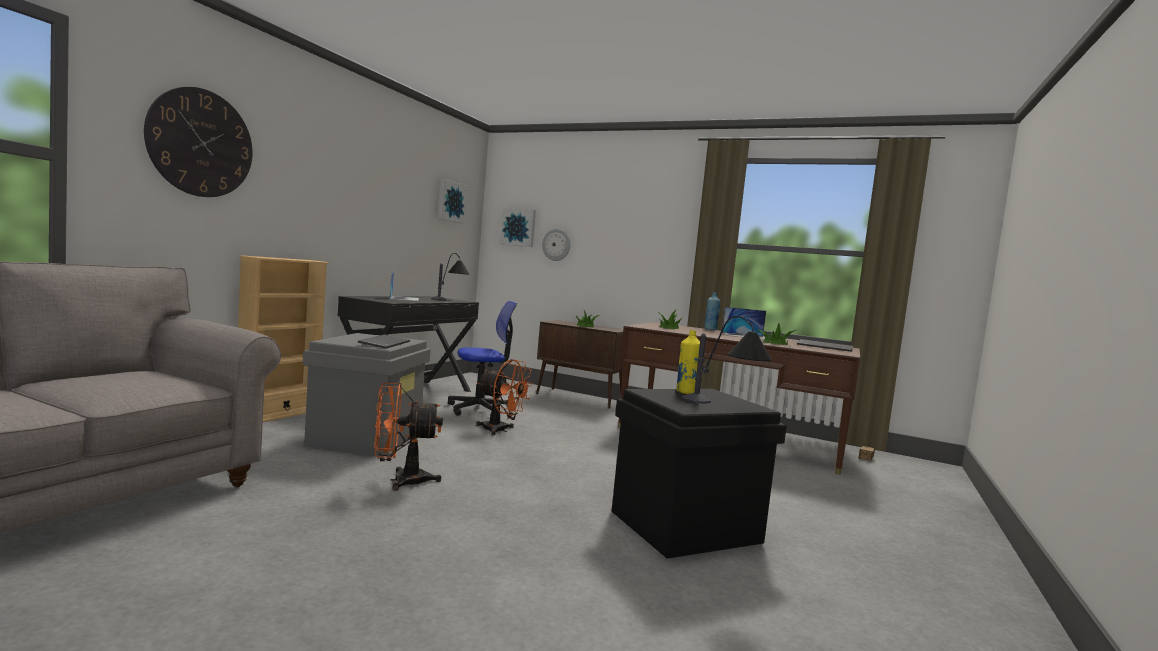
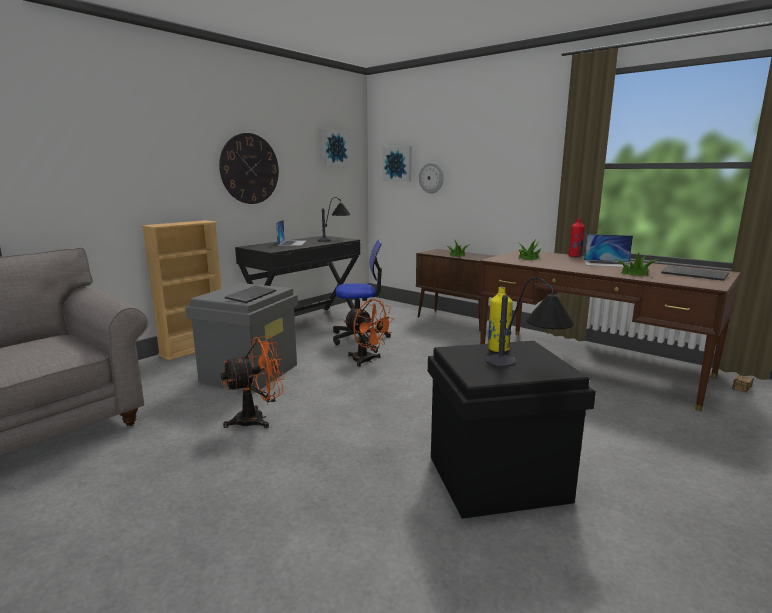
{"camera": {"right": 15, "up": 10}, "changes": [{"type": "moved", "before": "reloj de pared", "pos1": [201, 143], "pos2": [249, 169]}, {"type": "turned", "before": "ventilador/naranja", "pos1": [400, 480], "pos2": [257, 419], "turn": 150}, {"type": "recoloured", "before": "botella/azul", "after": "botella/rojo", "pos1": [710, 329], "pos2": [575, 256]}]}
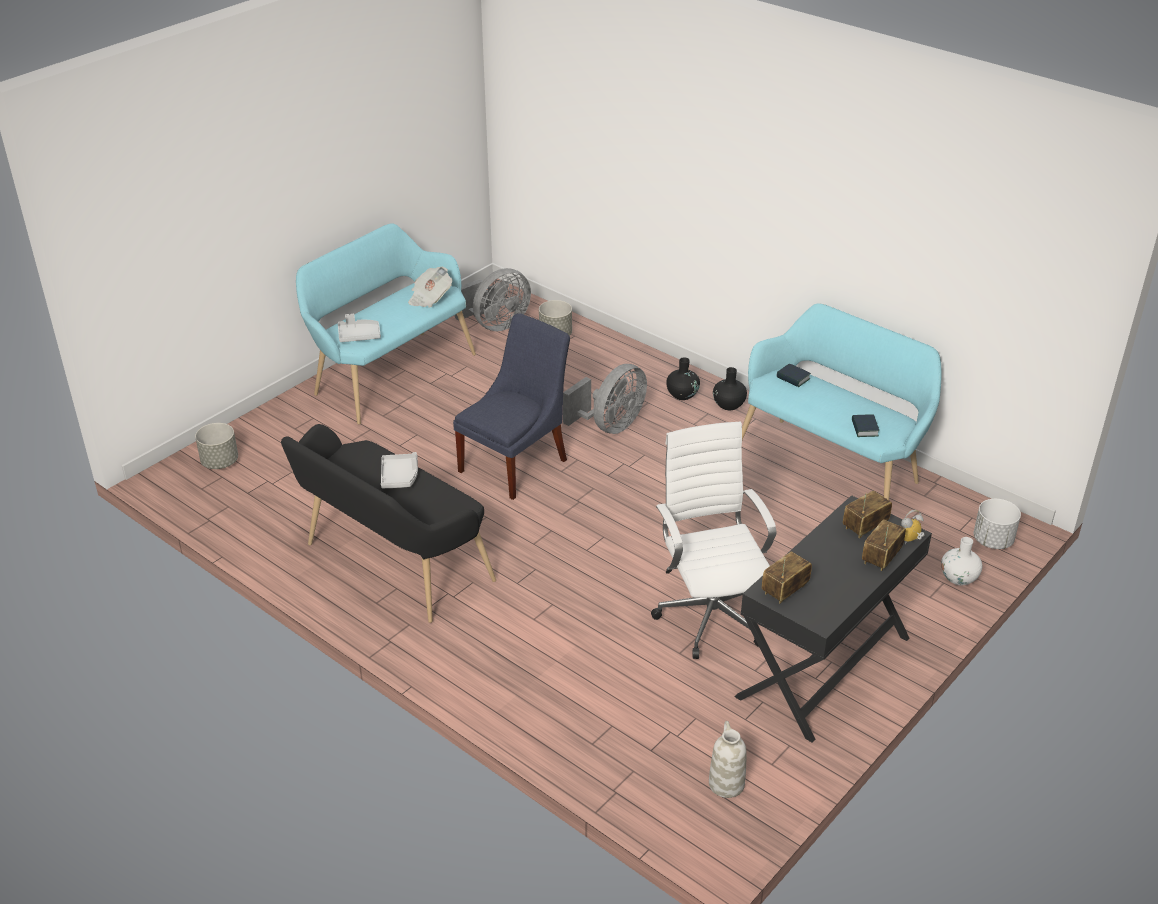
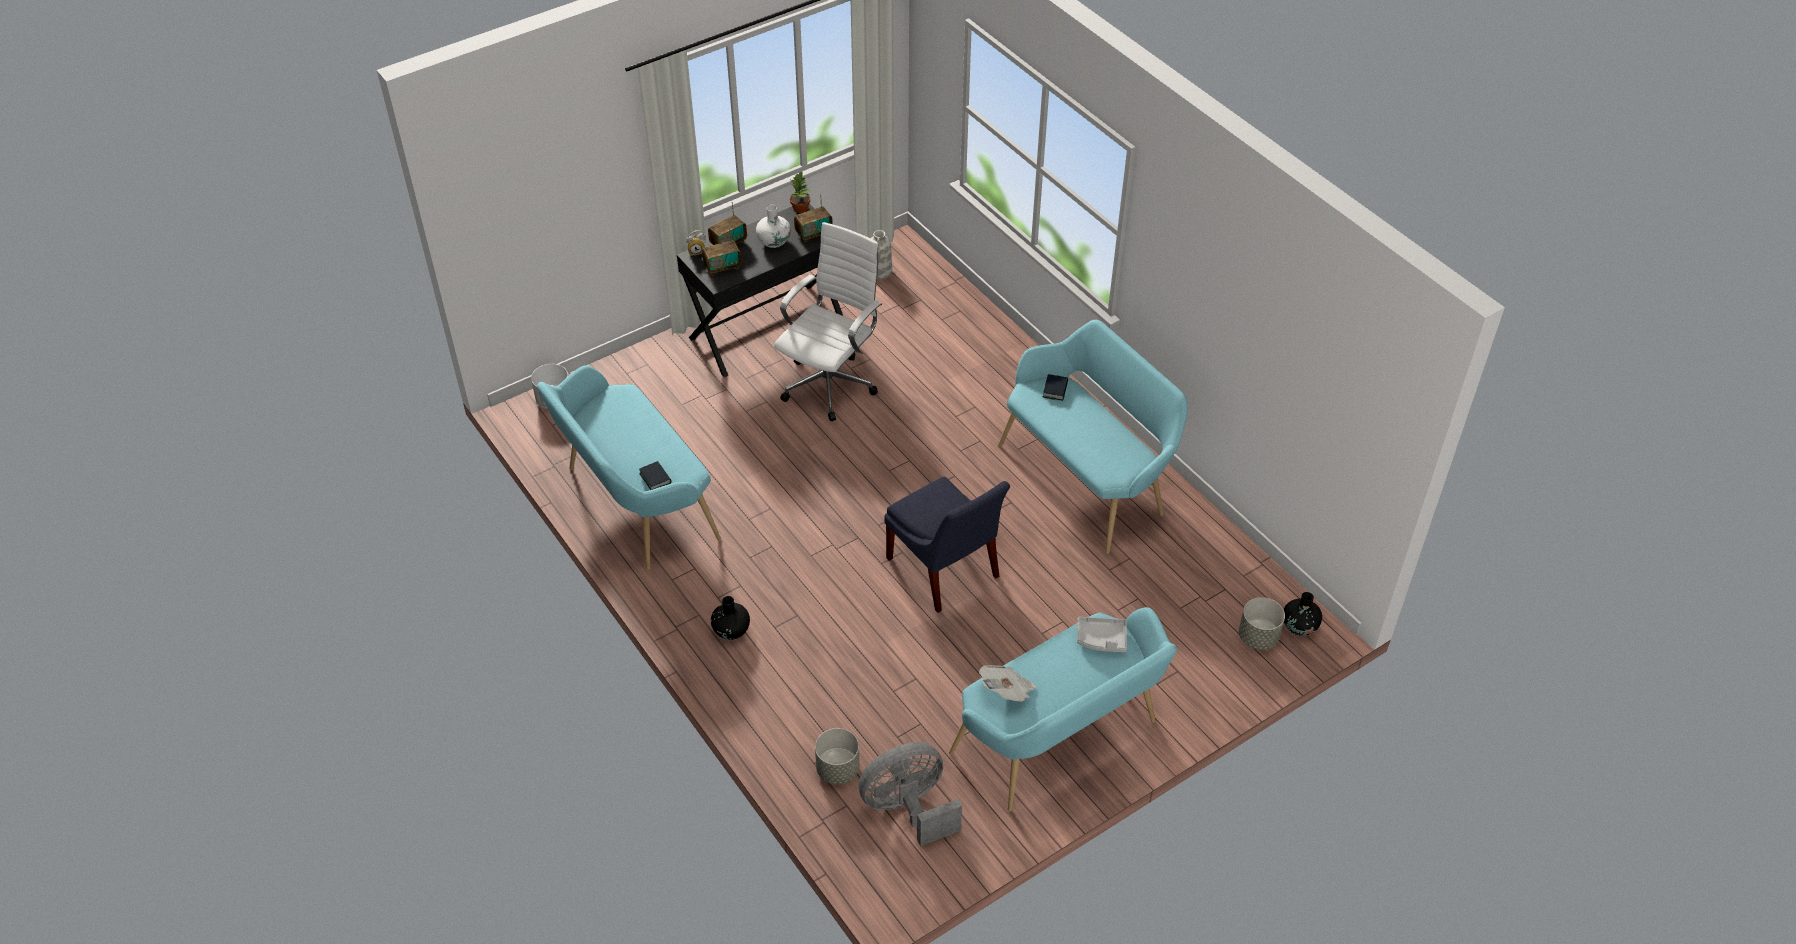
{"camera": {"right": -165, "up": 10}, "changes": [{"type": "recoloured", "before": "banco/negro", "after": "banco/turquesa", "pos1": [391, 565], "pos2": [1088, 479]}, {"type": "removed", "before": "bandeja/gris", "pos1": [400, 476]}, {"type": "turned", "before": "silla/azul", "pos1": [516, 463], "pos2": [945, 571], "turn": -90}, {"type": "removed", "before": "ventilador/gris", "pos1": [610, 426]}, {"type": "turned", "before": "silla de oficina/blanco", "pos1": [710, 615], "pos2": [831, 383], "turn": -150}, {"type": "moved", "before": "florero/negro", "pos1": [728, 405], "pos2": [1299, 626]}, {"type": "moved", "before": "libro", "pos1": [864, 428], "pos2": [1055, 390]}, {"type": "moved", "before": "florero/blanco", "pos1": [958, 578], "pos2": [774, 242]}, {"type": "added", "after": "planta en maceta", "pos2": [801, 208]}]}
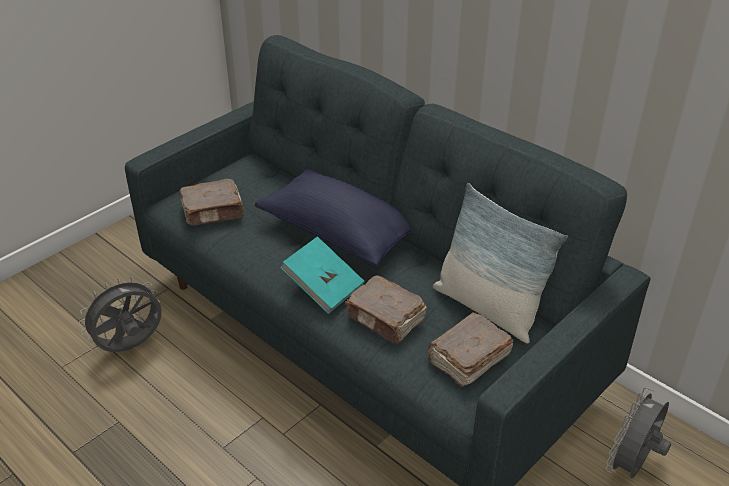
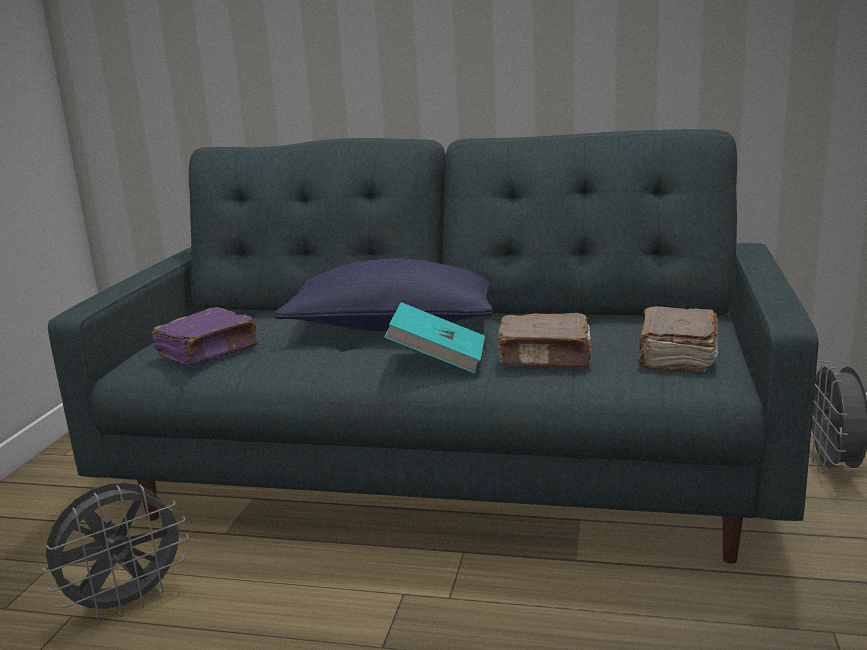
{"camera": {"right": -30, "up": -20}, "changes": [{"type": "turned", "before": "ventilador/gris", "pos1": [130, 347], "pos2": [126, 602], "turn": -150}, {"type": "recoloured", "before": "libro/marrón", "after": "libro/morado", "pos1": [214, 212], "pos2": [209, 352]}, {"type": "removed", "before": "cojín", "pos1": [487, 308]}]}
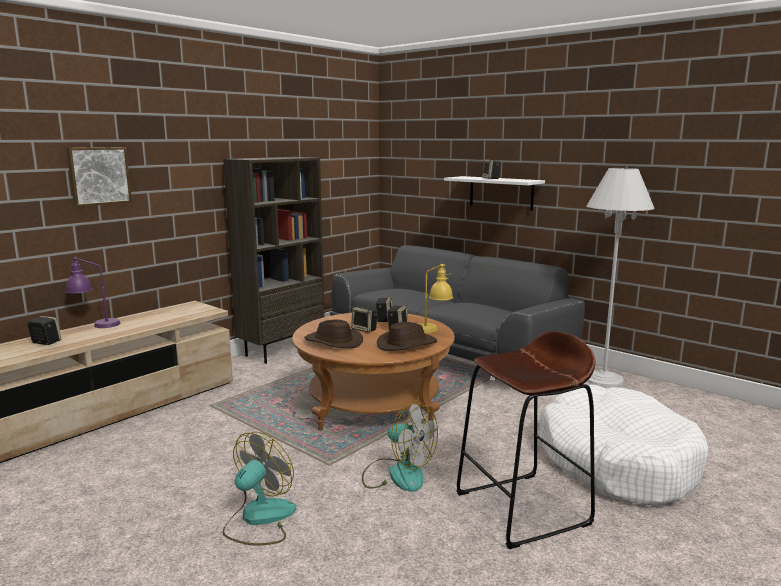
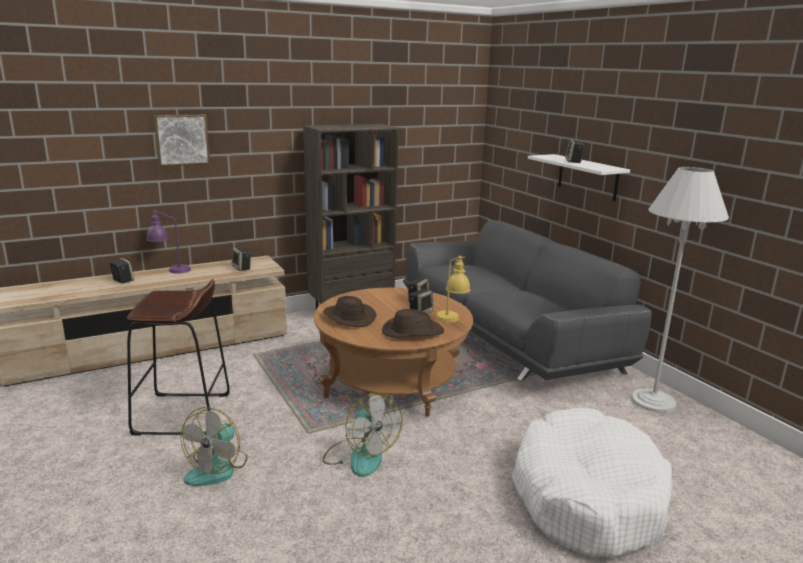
{"camera": {"right": 20, "up": 5}, "changes": [{"type": "turned", "before": "ventilador", "pos1": [259, 519], "pos2": [217, 468], "turn": 150}, {"type": "moved", "before": "altavoz", "pos1": [365, 329], "pos2": [242, 268]}, {"type": "moved", "before": "taburete/marrón", "pos1": [523, 509], "pos2": [183, 414]}]}
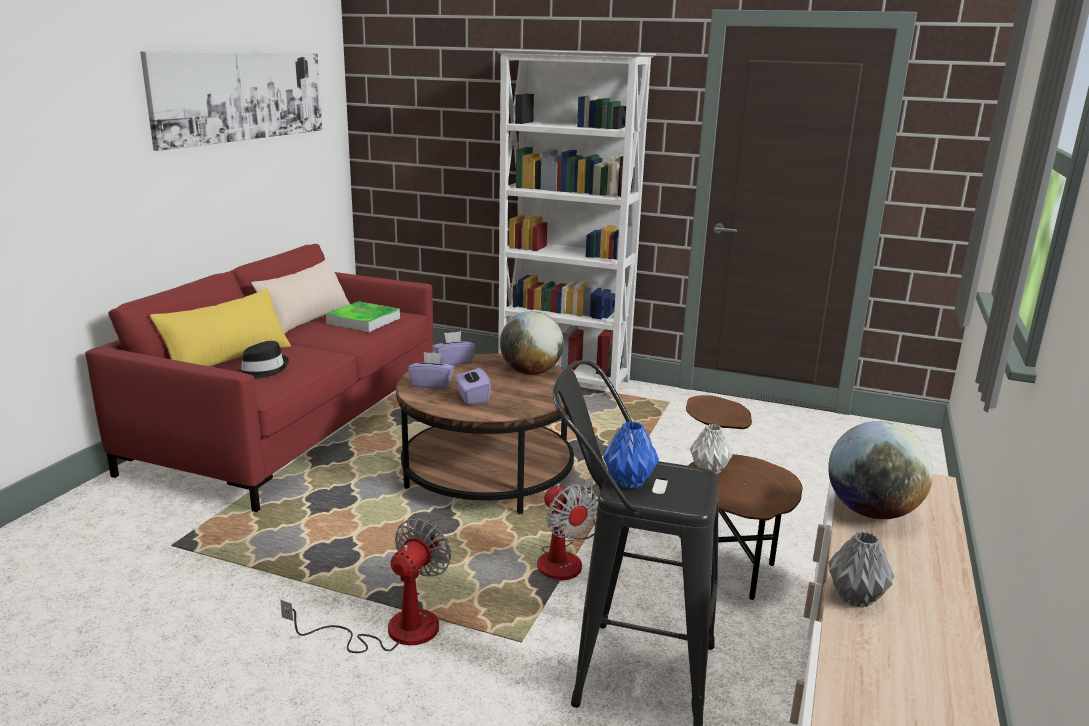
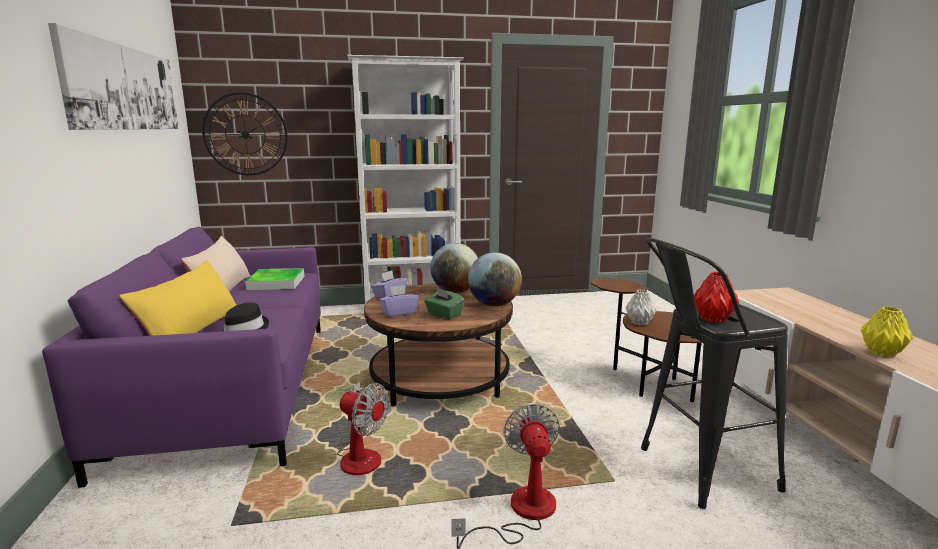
{"camera": {"right": -30, "up": -5}, "changes": [{"type": "recoloured", "before": "sofá/rojo", "after": "sofá/morado", "pos1": [293, 425], "pos2": [234, 388]}, {"type": "recoloured", "before": "caja de pañuelos/morado", "after": "caja de pañuelos/verde", "pos1": [472, 398], "pos2": [444, 314]}, {"type": "moved", "before": "ventilador", "pos1": [565, 557], "pos2": [361, 454]}, {"type": "recoloured", "before": "florero/azul", "after": "florero/rojo", "pos1": [628, 482], "pos2": [713, 320]}, {"type": "moved", "before": "globo terráqueo", "pos1": [871, 512], "pos2": [494, 304]}, {"type": "recoloured", "before": "florero/gris", "after": "florero/amarillo", "pos1": [855, 598], "pos2": [882, 353]}, {"type": "added", "after": "reloj de pared", "pos2": [245, 134]}]}
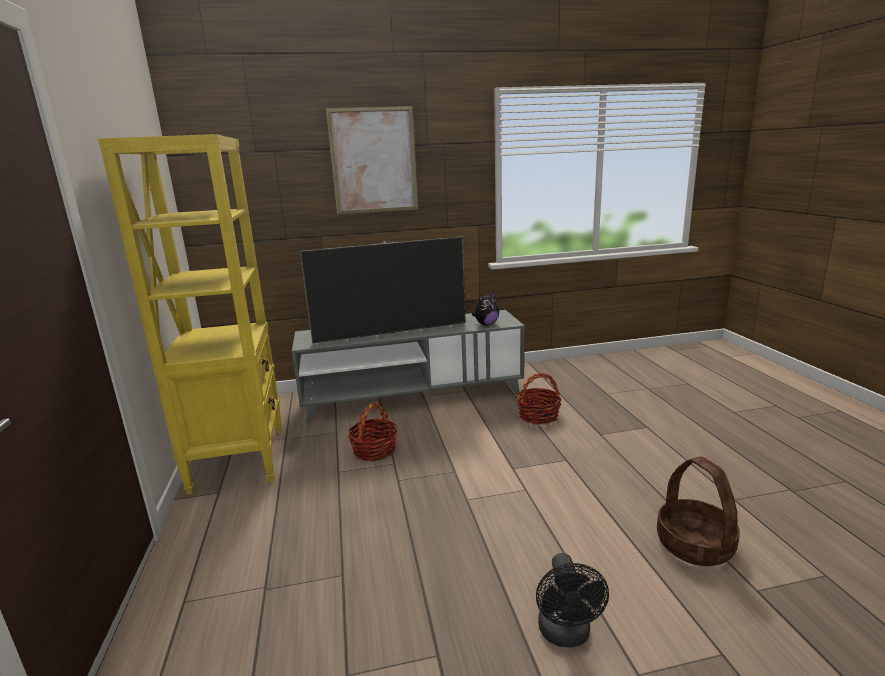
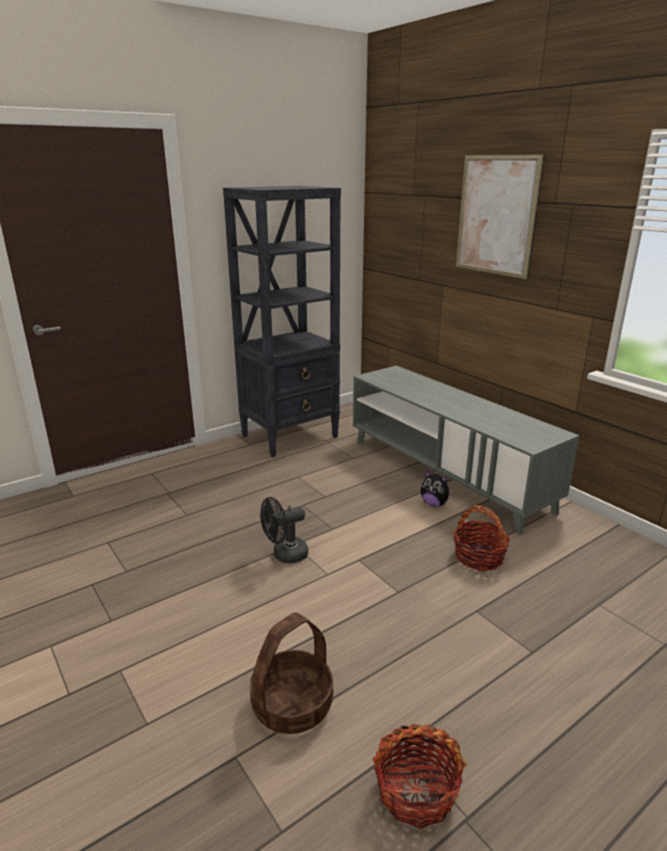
{"camera": {"right": 65, "up": 5}, "changes": [{"type": "recoloured", "before": "estantería/amarillo", "after": "estantería/negro", "pos1": [239, 459], "pos2": [291, 436]}, {"type": "removed", "before": "televisor", "pos1": [391, 333]}, {"type": "moved", "before": "cesta", "pos1": [374, 450], "pos2": [415, 791]}, {"type": "moved", "before": "peluche", "pos1": [486, 324], "pos2": [434, 504]}, {"type": "moved", "before": "ventilador/negro", "pos1": [566, 635], "pos2": [285, 555]}]}
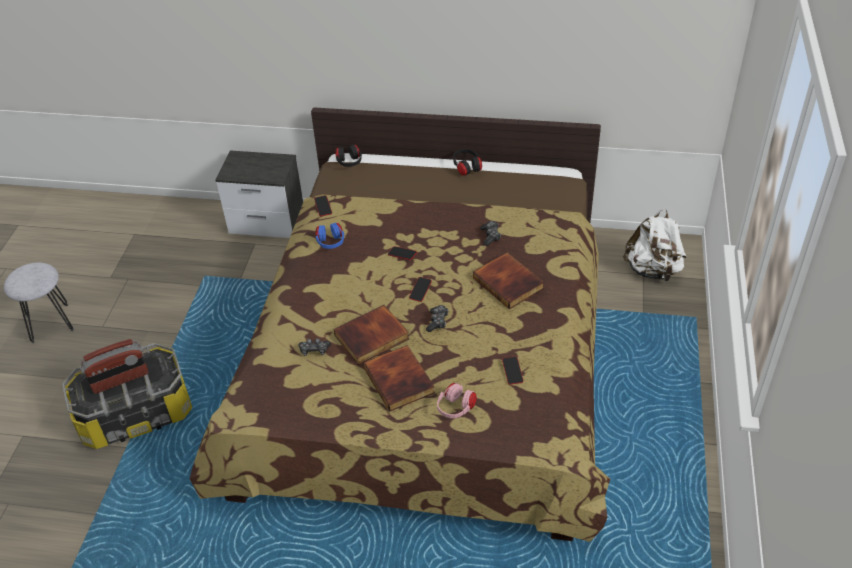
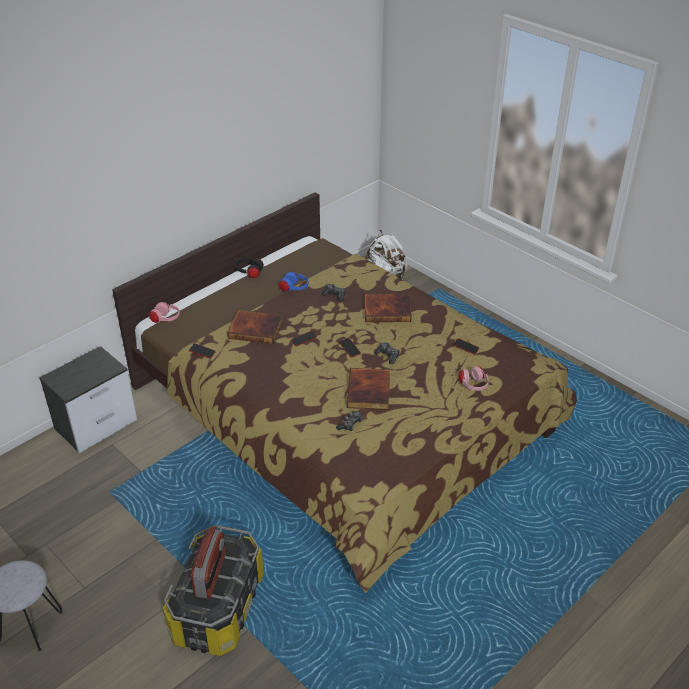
{"camera": {"right": -55, "up": -5}, "changes": [{"type": "moved", "before": "auriculares/azul", "pos1": [331, 243], "pos2": [294, 289]}, {"type": "recoloured", "before": "auriculares/negro", "after": "auriculares/rosa", "pos1": [349, 163], "pos2": [165, 319]}, {"type": "moved", "before": "libro", "pos1": [400, 380], "pos2": [256, 329]}]}
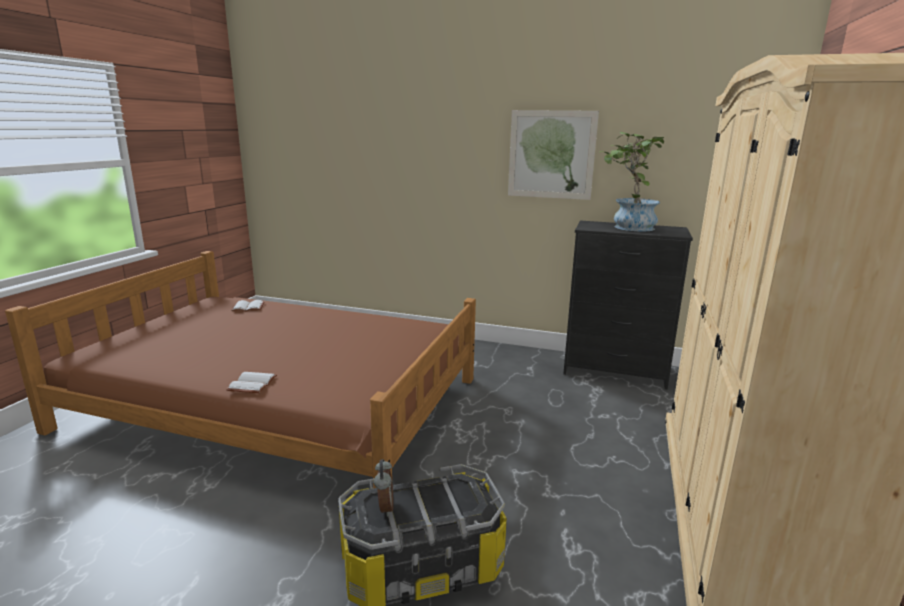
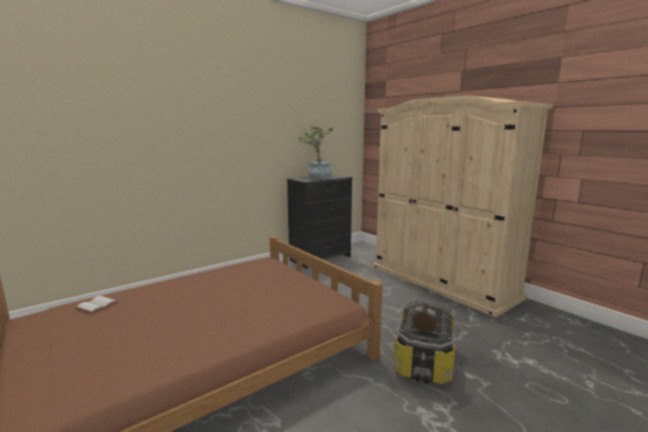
{"camera": {"right": -55, "up": -5}, "changes": [{"type": "removed", "before": "libro/blanco", "pos1": [251, 383]}, {"type": "removed", "before": "cuadro", "pos1": [551, 155]}]}
